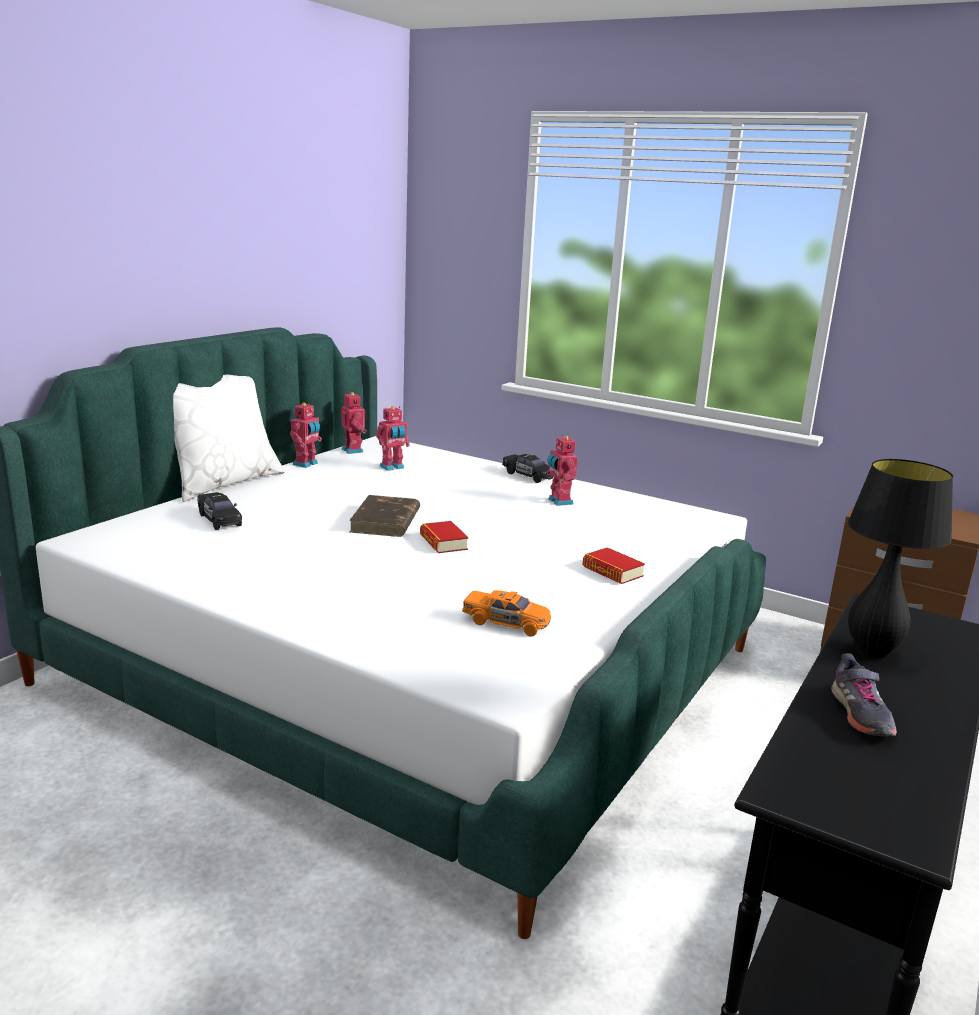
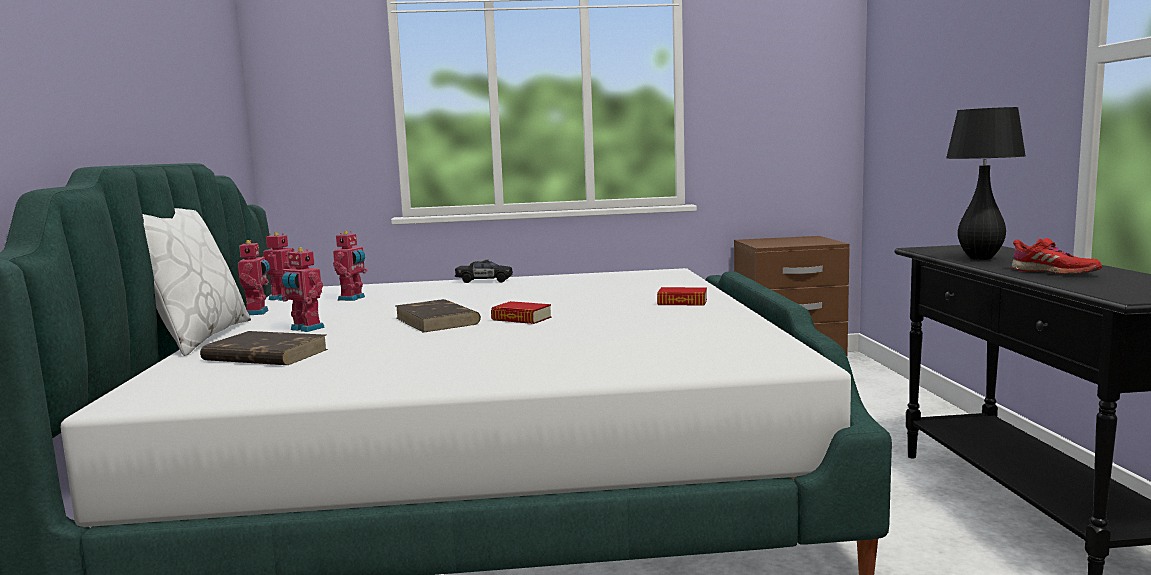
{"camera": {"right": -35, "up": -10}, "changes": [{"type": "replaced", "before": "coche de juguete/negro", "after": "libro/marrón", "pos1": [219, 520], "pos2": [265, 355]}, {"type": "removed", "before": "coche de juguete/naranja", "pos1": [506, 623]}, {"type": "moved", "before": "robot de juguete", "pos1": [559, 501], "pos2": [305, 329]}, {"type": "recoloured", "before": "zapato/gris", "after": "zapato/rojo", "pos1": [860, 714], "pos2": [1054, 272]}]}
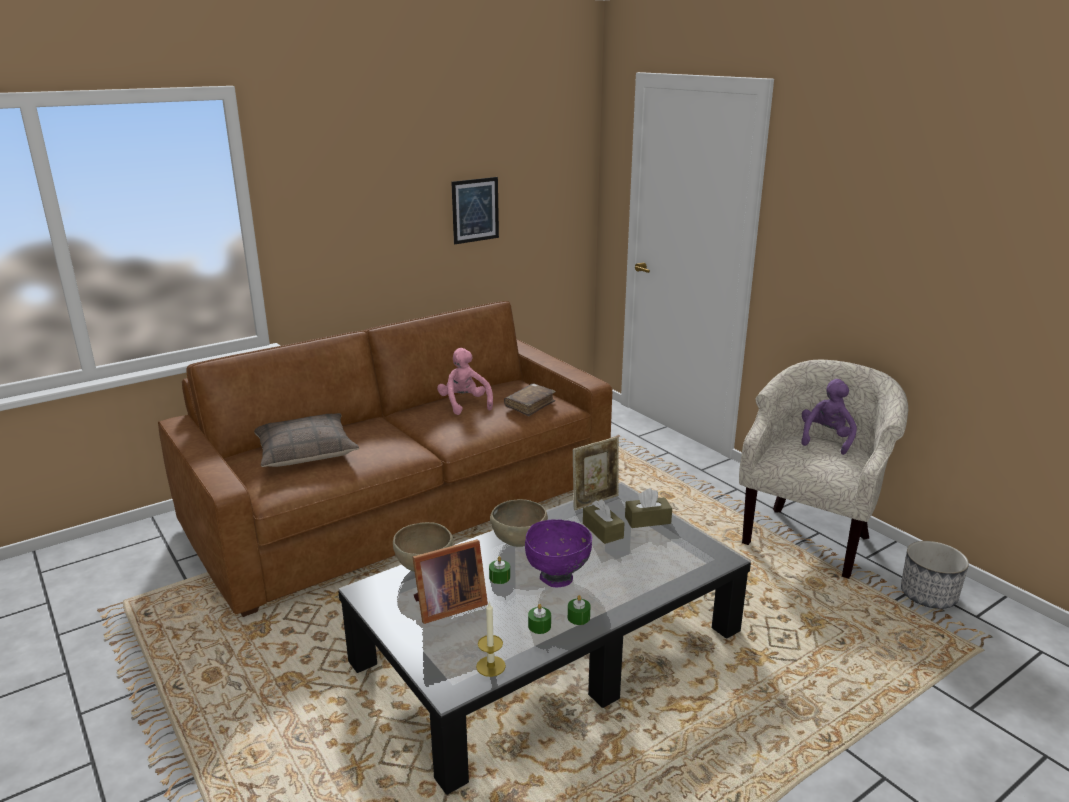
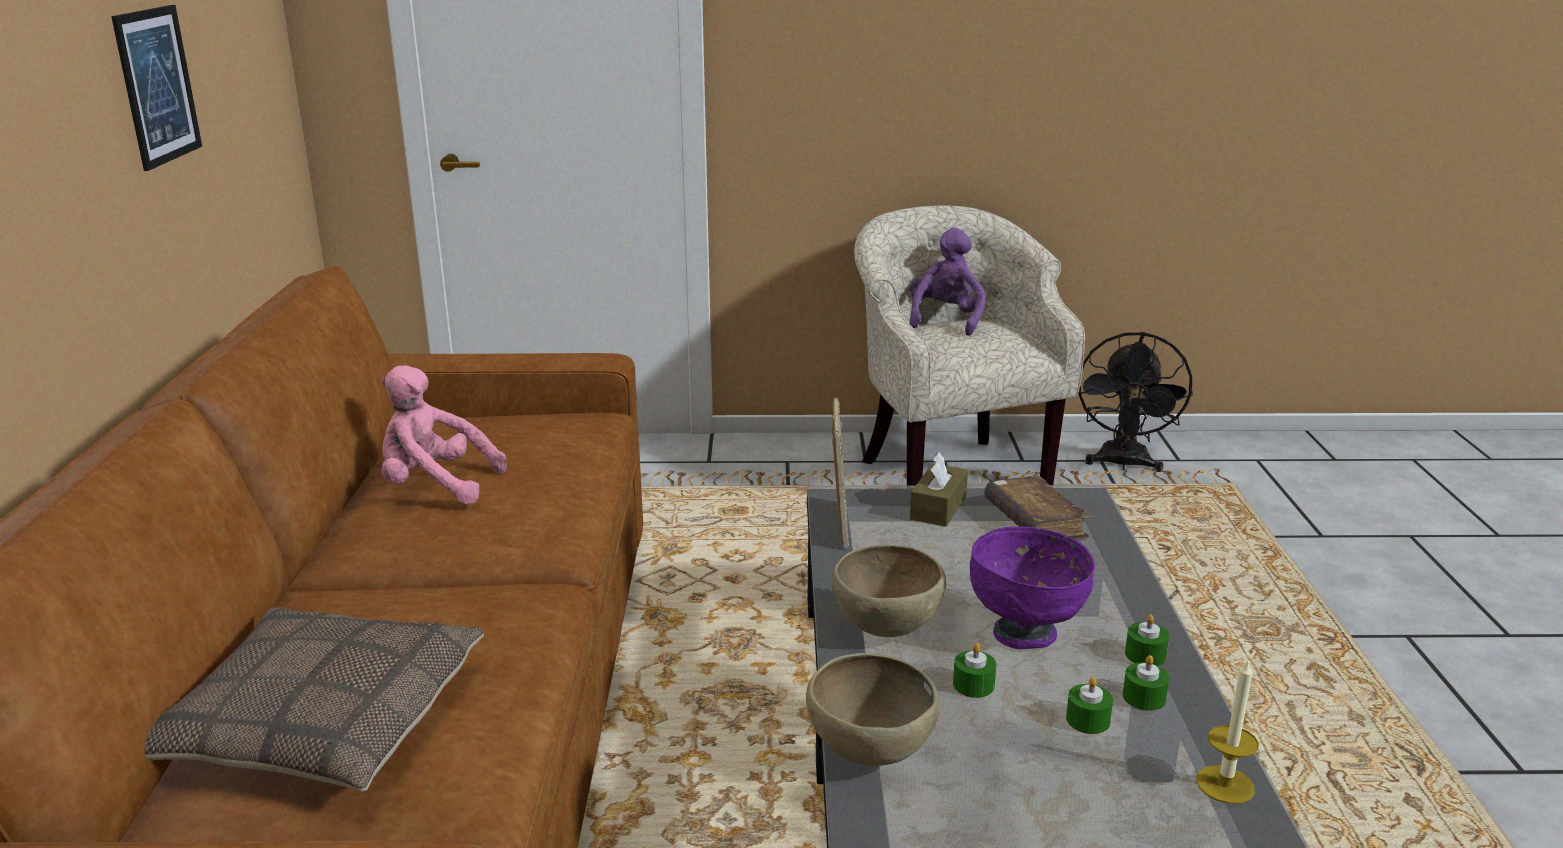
{"camera": {"right": -55, "up": 0}, "changes": [{"type": "removed", "before": "portarretratos", "pos1": [447, 606]}, {"type": "moved", "before": "libro/marrón", "pos1": [530, 405], "pos2": [1034, 522]}, {"type": "removed", "before": "caja de pañuelos/marrón", "pos1": [602, 530]}, {"type": "turned", "before": "peluche/morado", "pos1": [826, 439], "pos2": [945, 320], "turn": 45}, {"type": "replaced", "before": "maceta", "after": "ventilador/negro", "pos1": [928, 596], "pos2": [1123, 464]}, {"type": "added", "after": "vela/verde", "pos2": [1087, 720]}]}
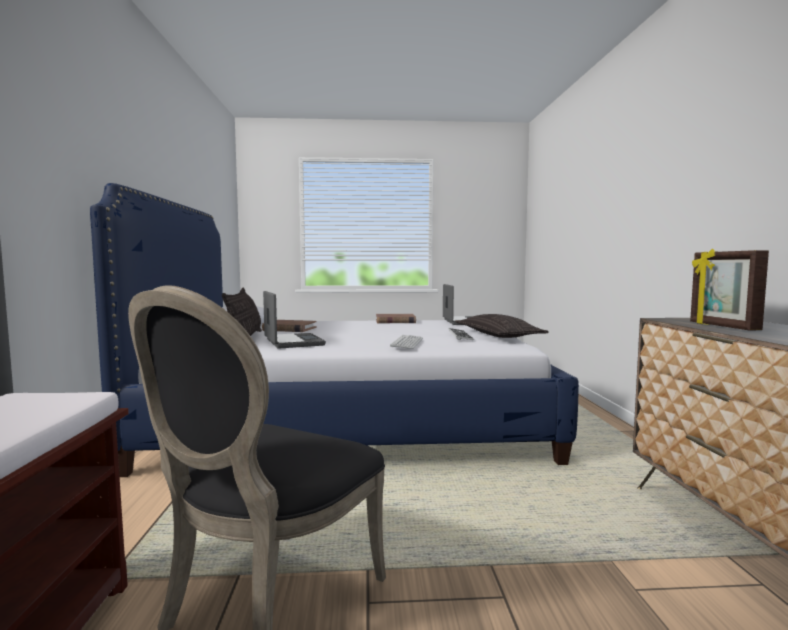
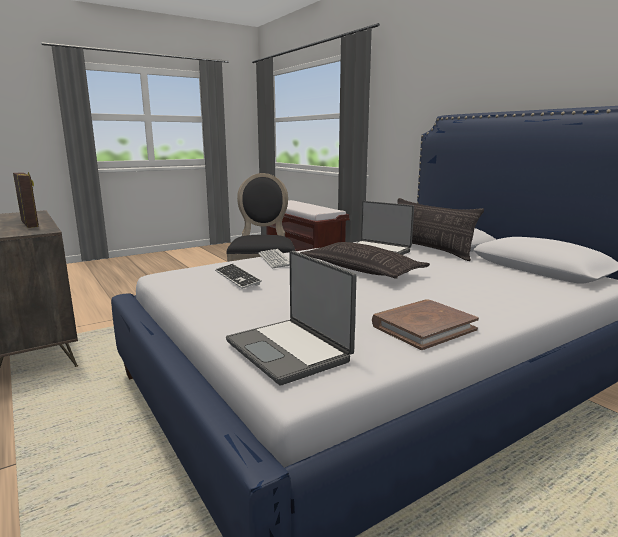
{"camera": {"right": 150, "up": 10}, "changes": [{"type": "removed", "before": "libro/marrón", "pos1": [289, 329]}, {"type": "moved", "before": "cojín", "pos1": [497, 335], "pos2": [361, 269]}]}
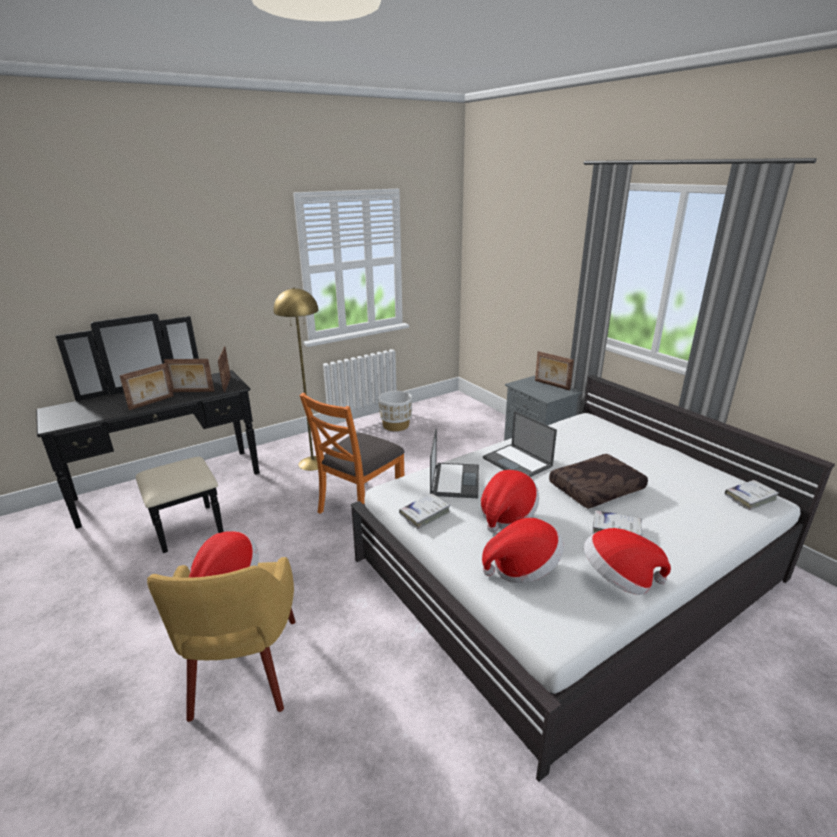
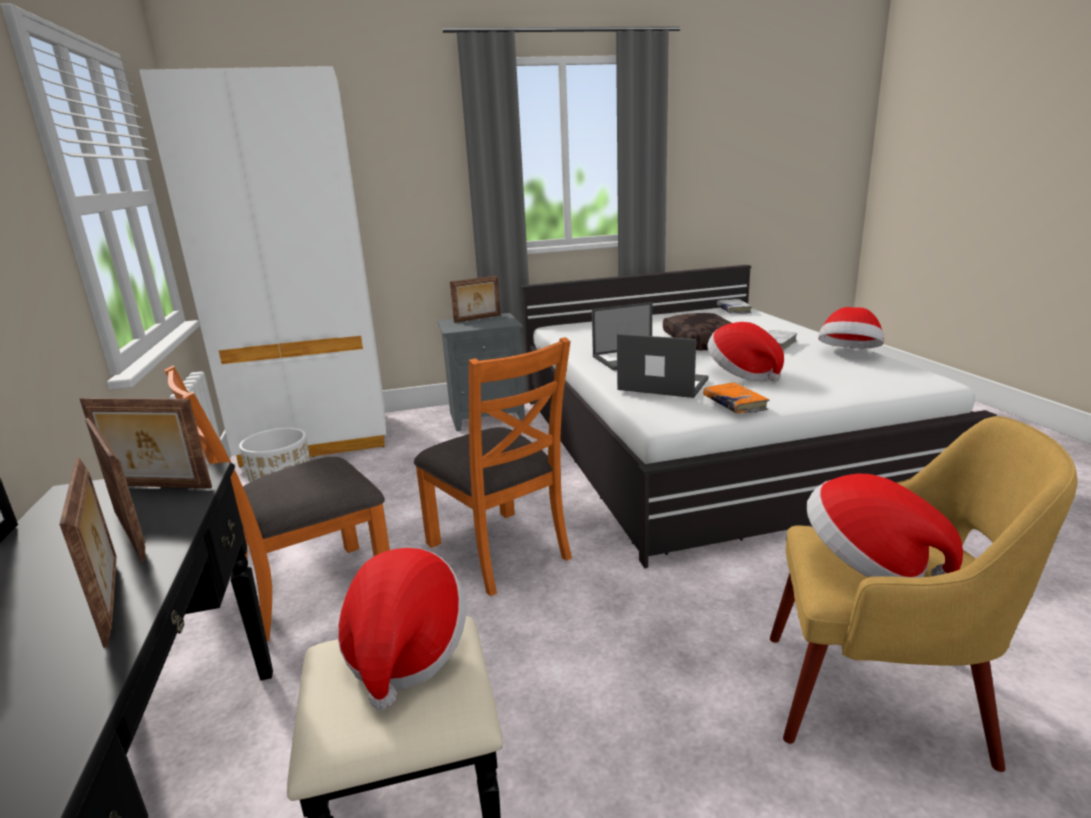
{"camera": {"right": -70, "up": -5}, "changes": [{"type": "turned", "before": "portarretratos", "pos1": [192, 392], "pos2": [131, 533], "turn": -60}, {"type": "replaced", "before": "lámpara de pie/amarillo", "after": "silla/naranja", "pos1": [313, 463], "pos2": [311, 590]}, {"type": "recoloured", "before": "libro/blanco", "after": "libro/naranja", "pos1": [425, 514], "pos2": [734, 404]}, {"type": "moved", "before": "sombrero", "pos1": [522, 567], "pos2": [405, 651]}, {"type": "added", "after": "armario ropero/blanco", "pos2": [316, 439]}]}
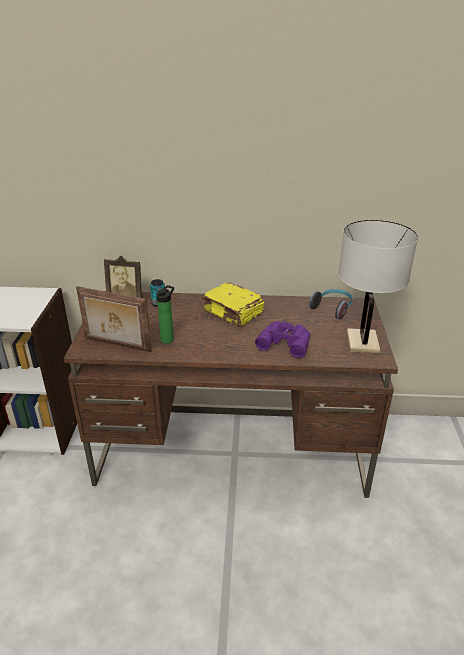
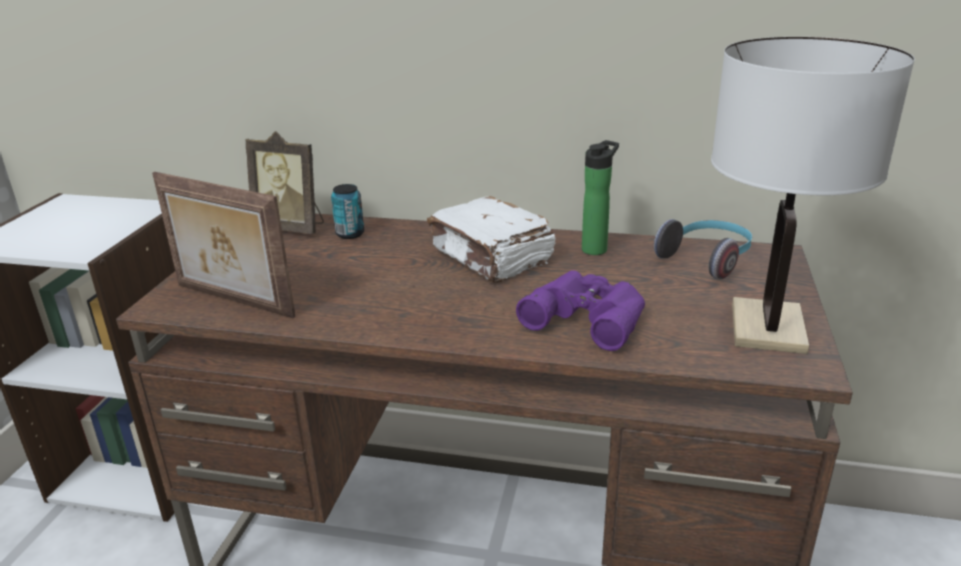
{"camera": {"right": 10, "up": -5}, "changes": [{"type": "moved", "before": "botella", "pos1": [168, 339], "pos2": [596, 248]}, {"type": "recoloured", "before": "libro/amarillo", "after": "libro/blanco", "pos1": [233, 313], "pos2": [492, 257]}]}
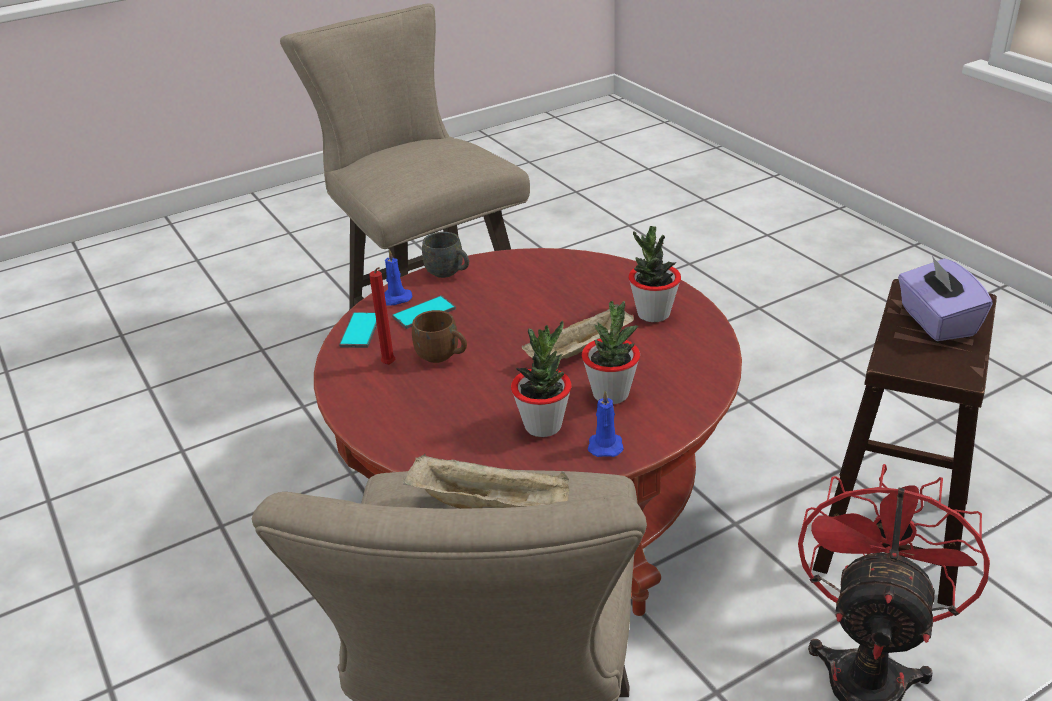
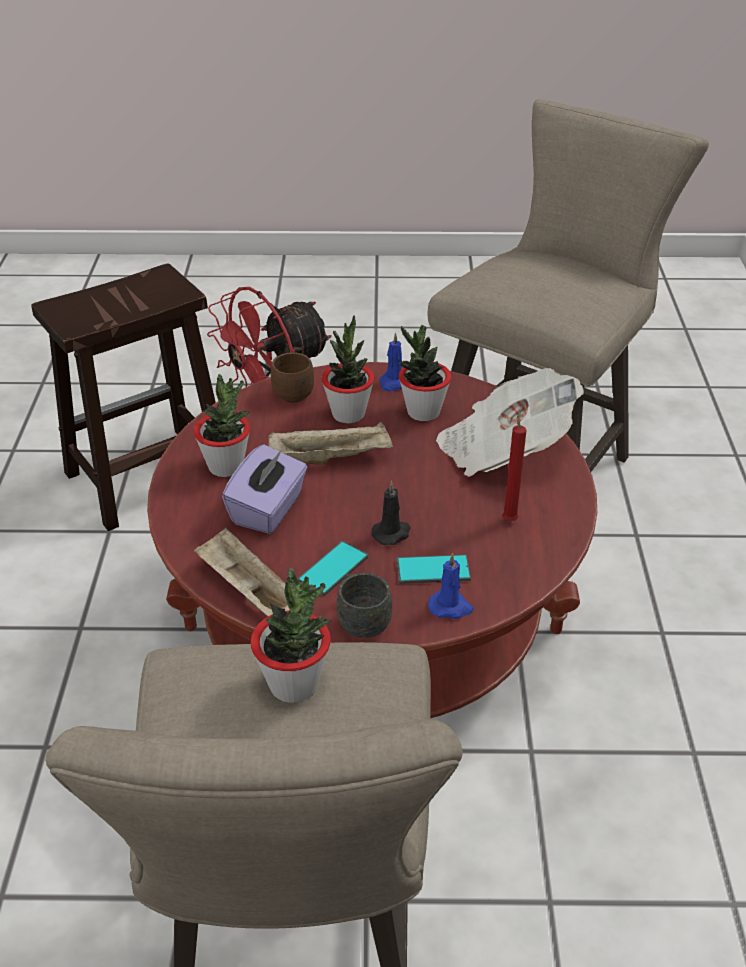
{"camera": {"right": -150, "up": 5}, "changes": [{"type": "moved", "before": "móvil", "pos1": [360, 331], "pos2": [333, 568]}, {"type": "moved", "before": "bandeja/beis", "pos1": [492, 505], "pos2": [248, 592]}, {"type": "moved", "before": "taza grande/marrón", "pos1": [442, 356], "pos2": [290, 392]}, {"type": "moved", "before": "caja de pañuelos/morado", "pos1": [936, 321], "pos2": [268, 509]}, {"type": "added", "after": "planta en maceta", "pos2": [294, 684]}, {"type": "added", "after": "vela/negro", "pos2": [392, 533]}, {"type": "added", "after": "periódico", "pos2": [503, 450]}]}
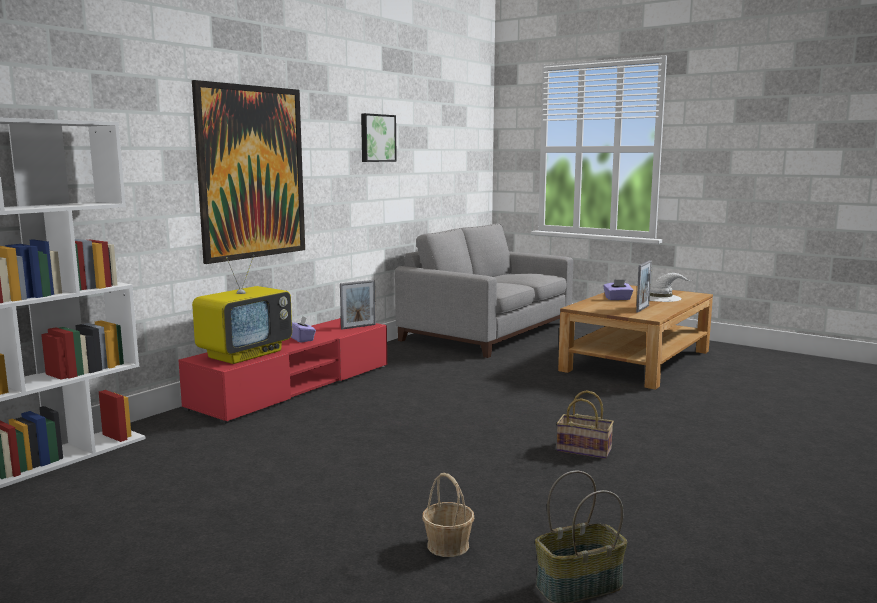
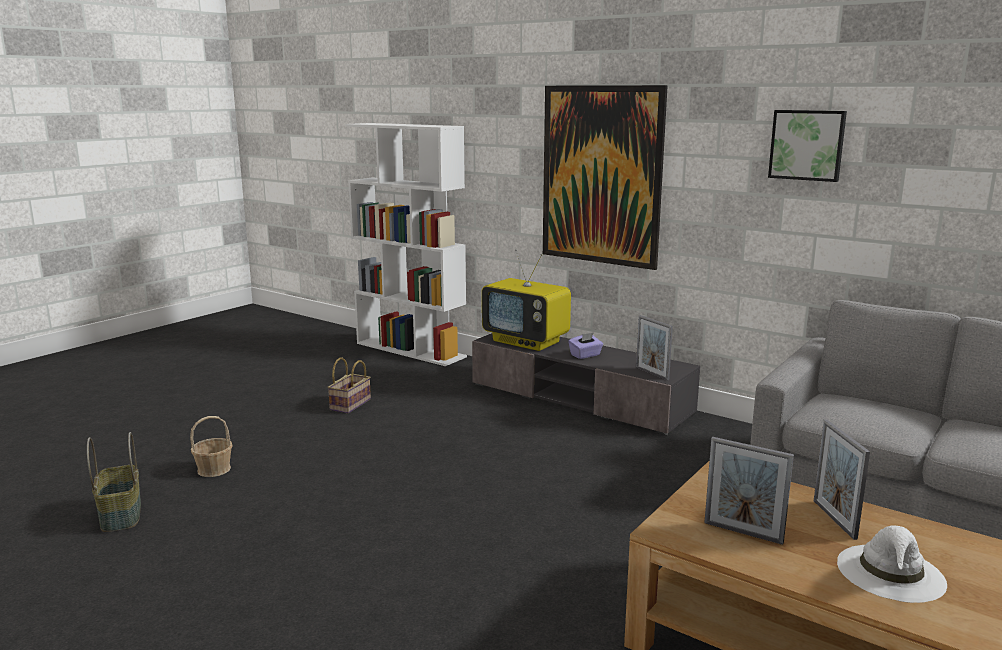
{"camera": {"right": 90, "up": 5}, "changes": [{"type": "recoloured", "before": "mueble de televisión/rojo", "after": "mueble de televisión/gris", "pos1": [294, 386], "pos2": [579, 398]}, {"type": "moved", "before": "cesta", "pos1": [585, 450], "pos2": [350, 405]}, {"type": "replaced", "before": "caja de pañuelos/morado", "after": "portarretratos", "pos1": [618, 299], "pos2": [834, 519]}]}
